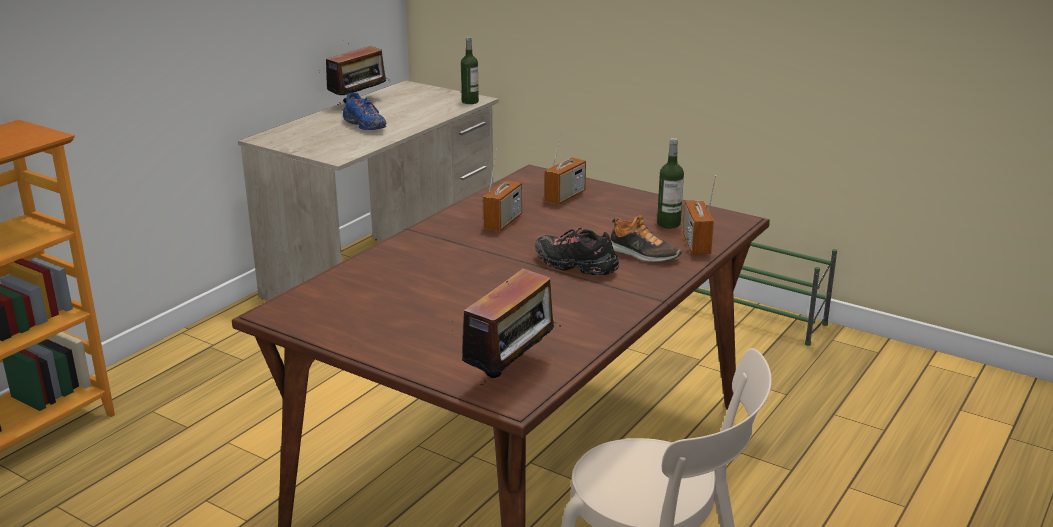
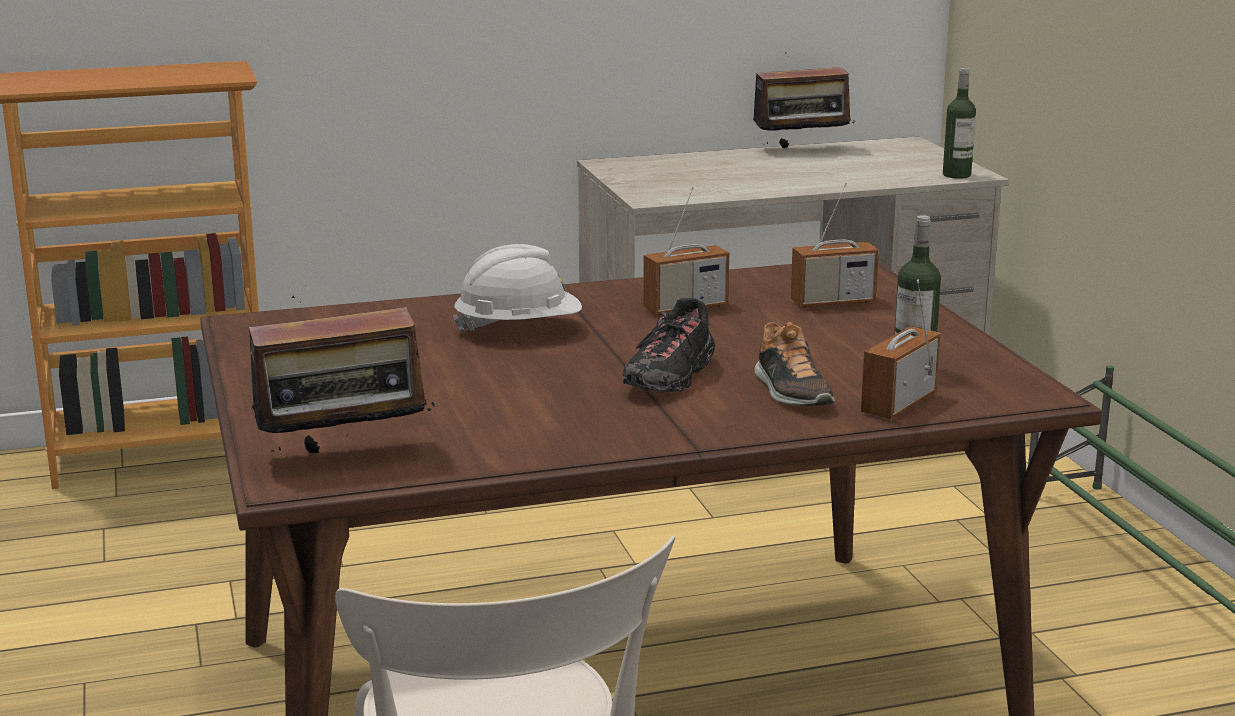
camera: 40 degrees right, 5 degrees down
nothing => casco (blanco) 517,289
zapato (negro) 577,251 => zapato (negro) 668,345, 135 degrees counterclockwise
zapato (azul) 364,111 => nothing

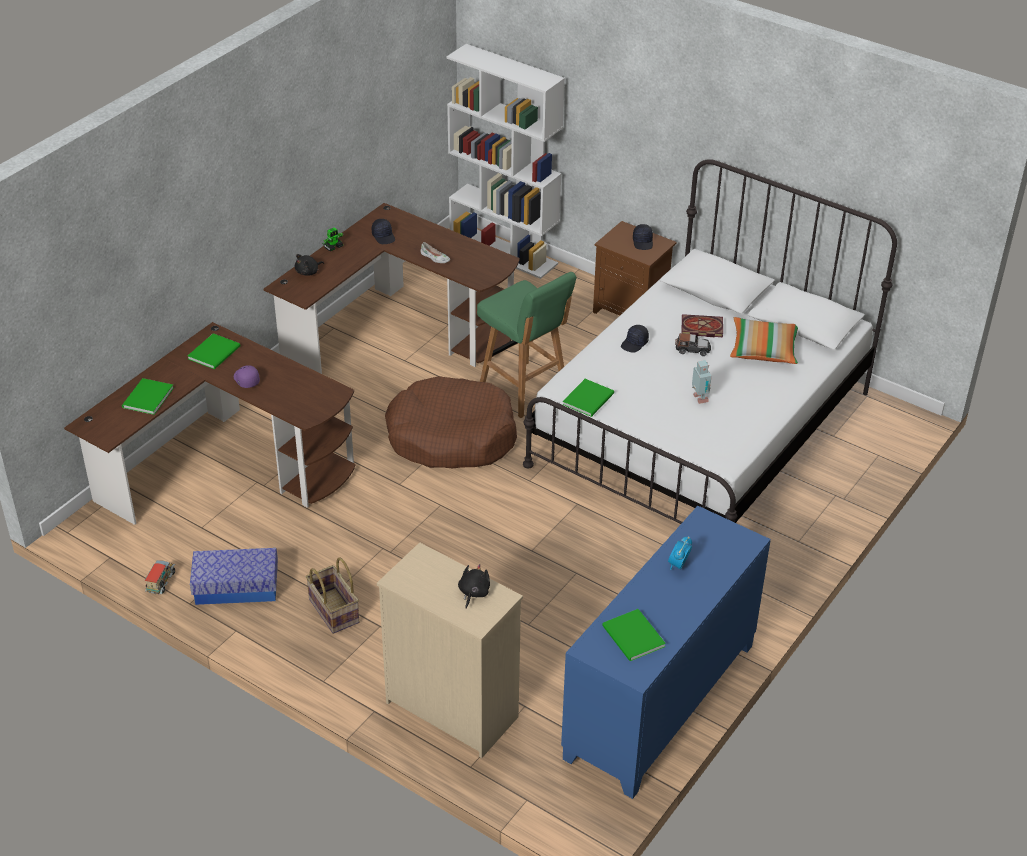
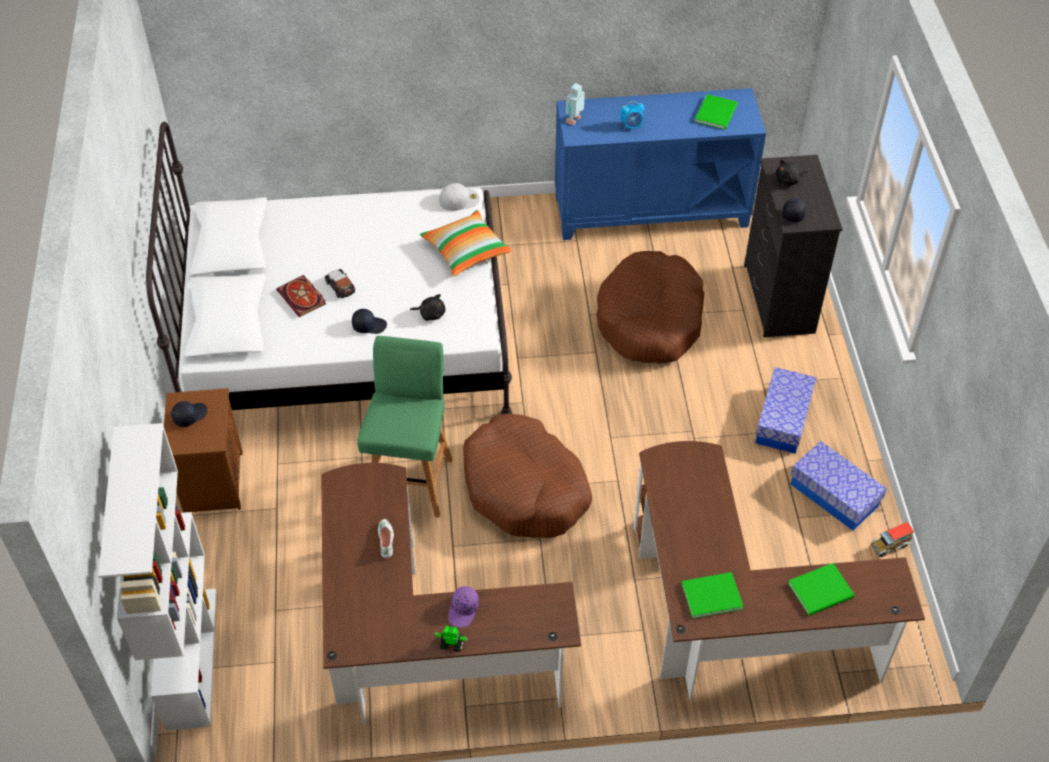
camera: 130 degrees left, 10 degrees up
peluche (negro) 309,264 => peluche (negro) 427,307, shifted
cojín 764,340 => cojín 466,243, shifted
nothing => gorra (blanco) 459,197
gorra (morado) 247,376 => gorra (morado) 463,607, shifted
robot de juguete 702,382 => robot de juguete 575,104, shifted
nothing => cama para perro (marrón) 650,307
cómoda (beis) 450,650 => cómoda (negro) 793,246
cesta 332,595 => caja de almacenaje 785,410
gorra (negro) 383,231 => gorra (negro) 794,210, shifted
libro (verde) 588,398 => nothing

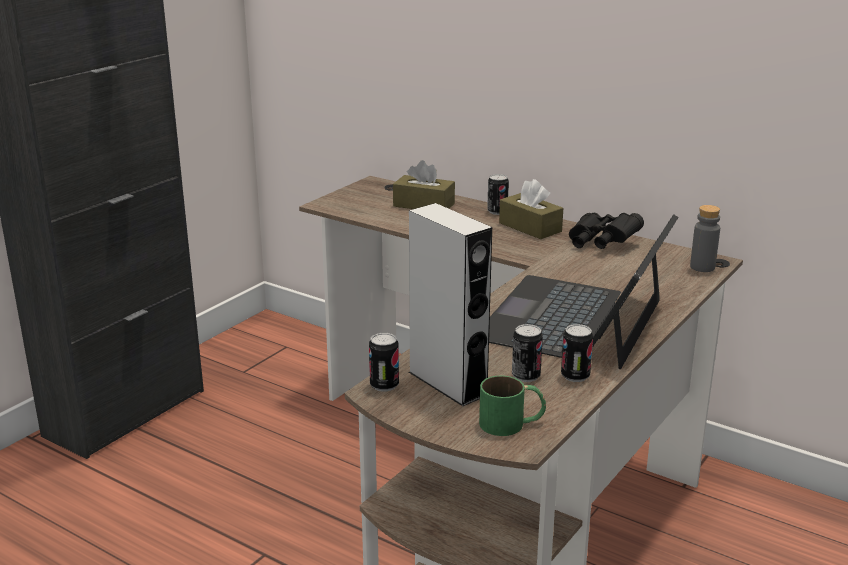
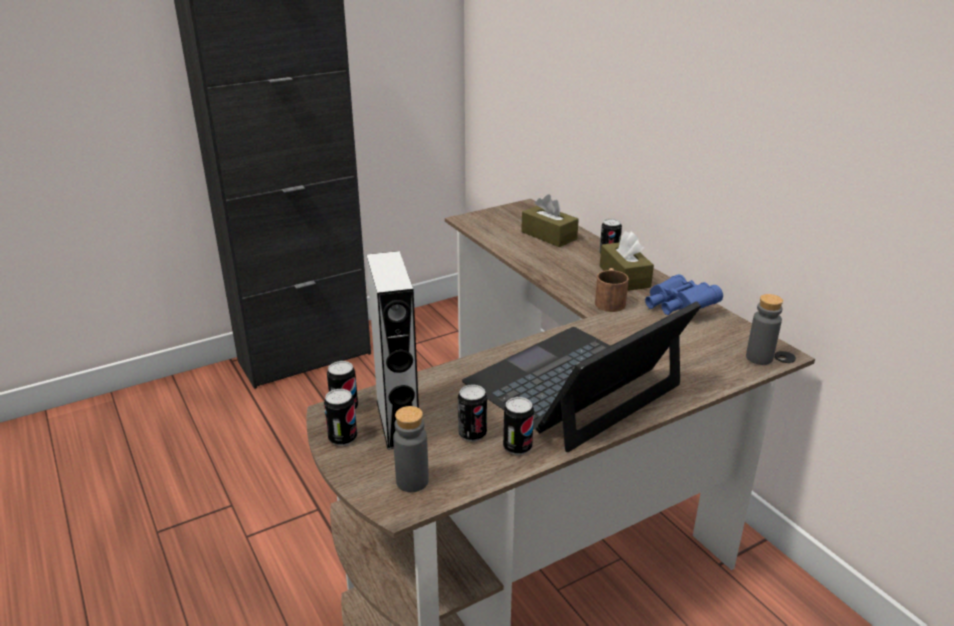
camera: 25 degrees right, 5 degrees up
nothing => lata 340,417
taza grande (verde) 512,406 => botella (gris) 411,449
nothing => taza grande (marrón) 612,290
prismáticos (negro) 606,231 => prismáticos (azul) 684,294

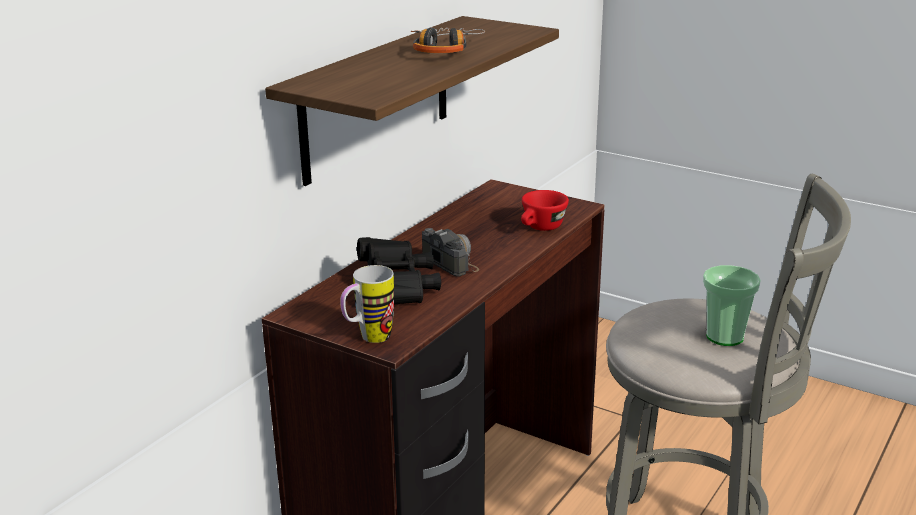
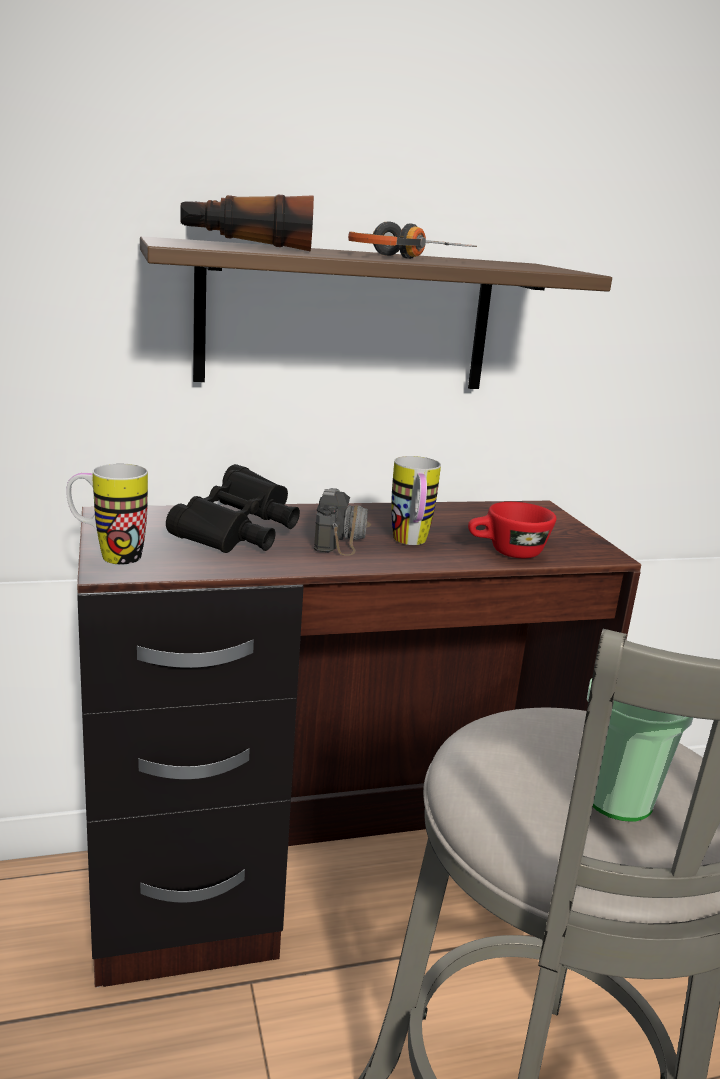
camera: 40 degrees right, 5 degrees down
nothing => prismáticos 247,223
nothing => taza grande 416,500

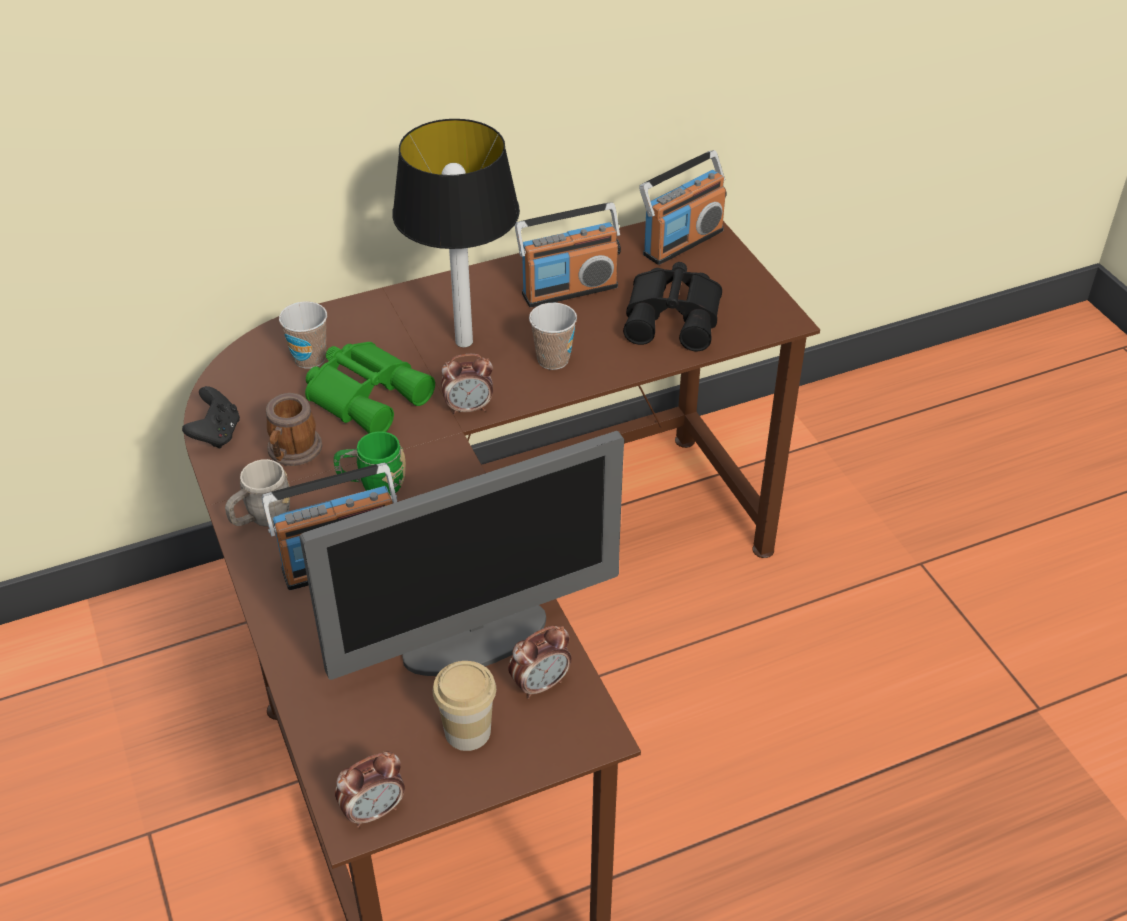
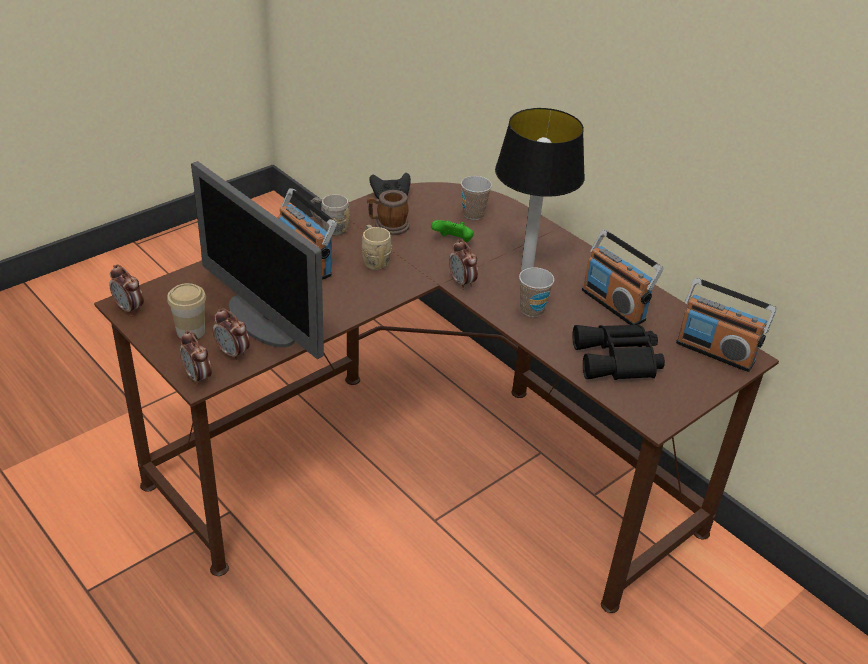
camera: 70 degrees right, 5 degrees down
nothing => despertador 196,358
taza grande (verde) 370,463 => taza grande (beis) 377,247
prismáticos (verde) 370,387 => mando de consola (verde) 452,231

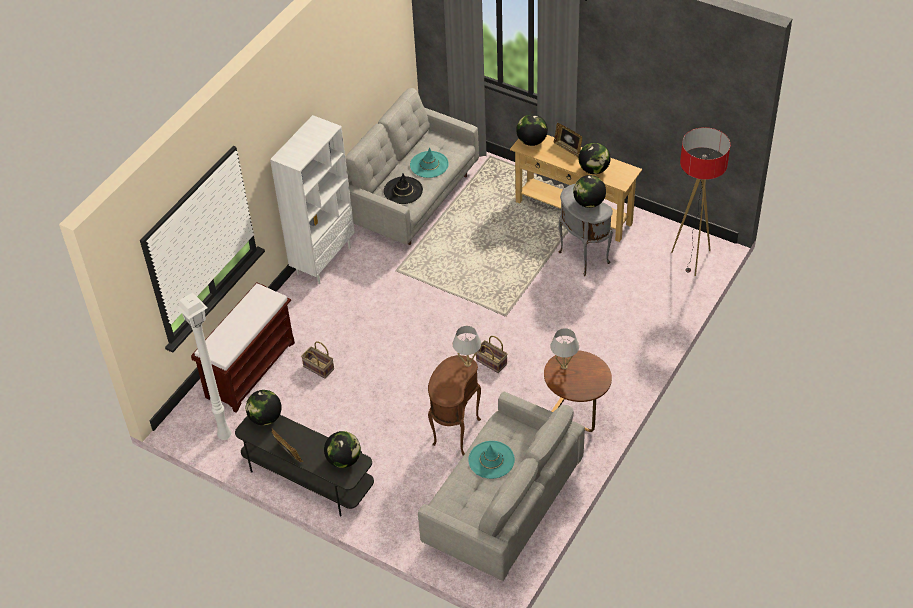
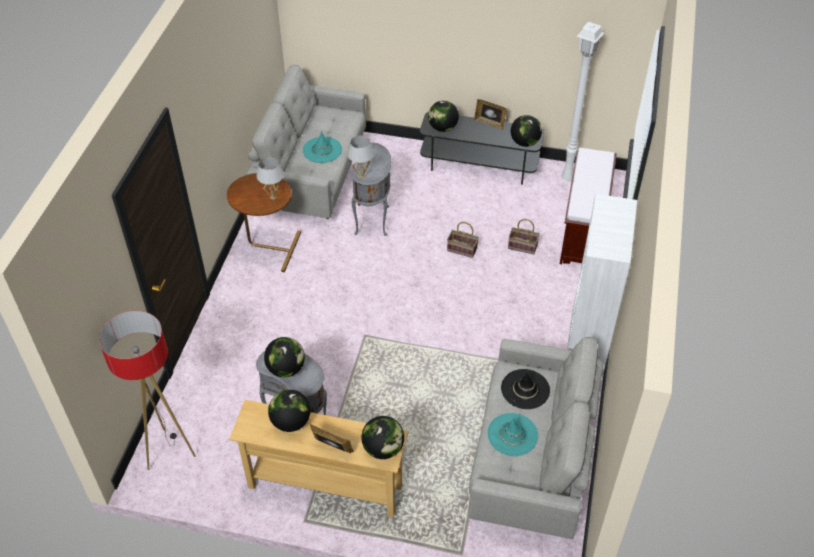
camera: 160 degrees right, 0 degrees up
mesa auxiliar (marrón) 454,405 => mesa auxiliar (gris) 372,189
cesta 492,354 => cesta 463,240, shifted

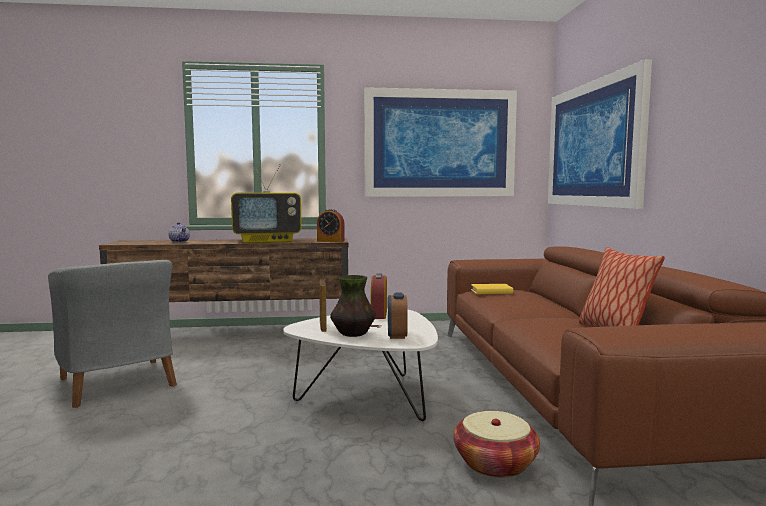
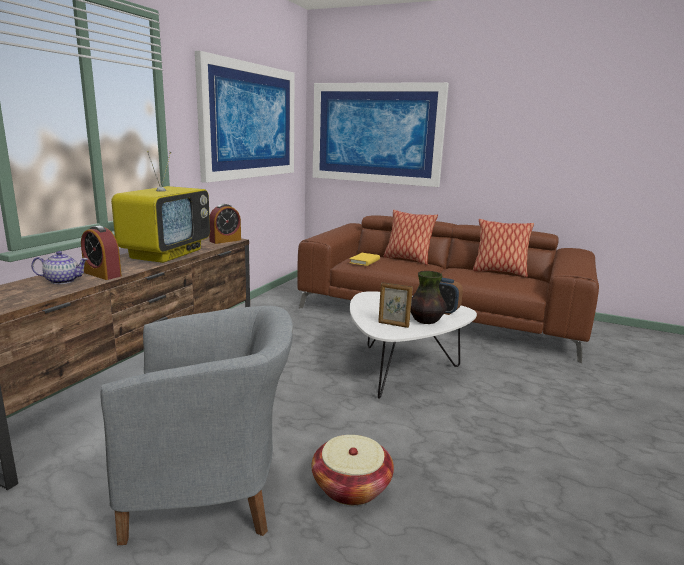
camera: 60 degrees left, 10 degrees up
despertador 379,296 => despertador 101,253, shifted
cesta 496,444 => cesta 353,470, shifted
nothing => cojín 410,237

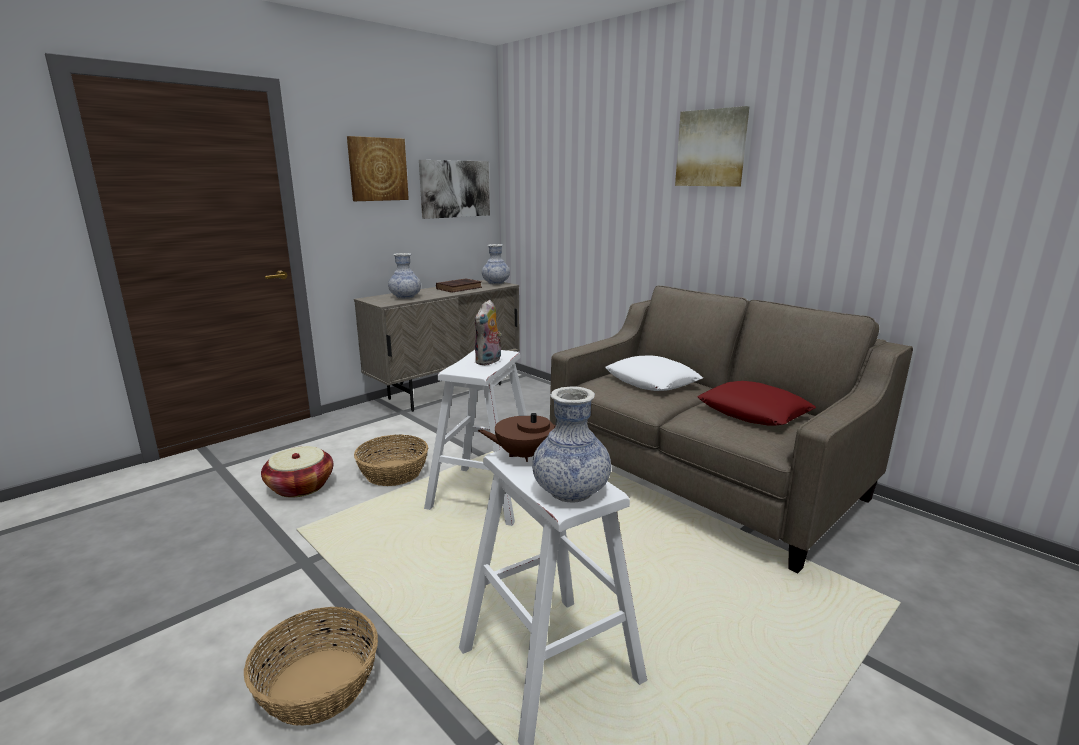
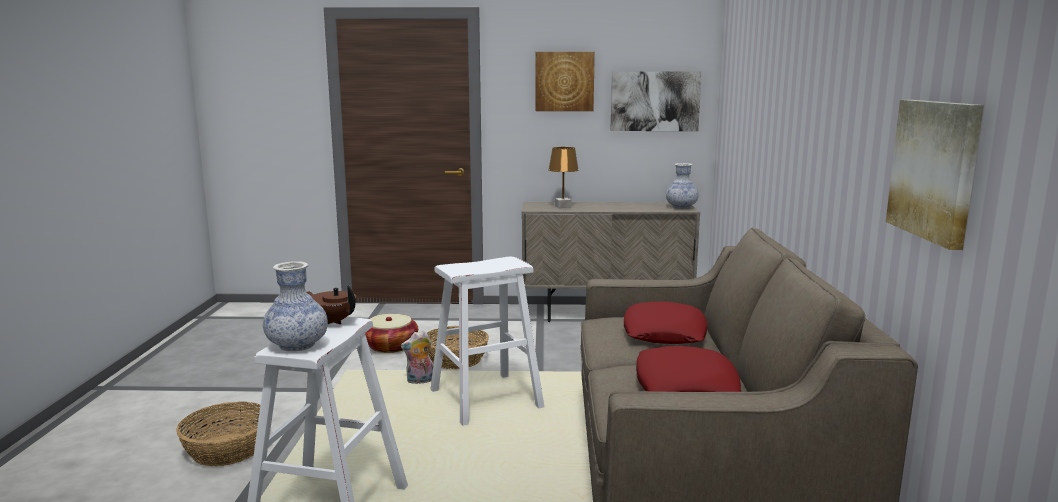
camera: 45 degrees right, 5 degrees down
peluche 488,332 => peluche 417,357, shifted
florero 404,276 => lámpara de mesa (marrón) 563,177
cojín (blanco) 654,373 => cojín (rojo) 665,322
cuadro 712,146 => cuadro 935,175, shifted
libro (marrón) 459,285 => nothing

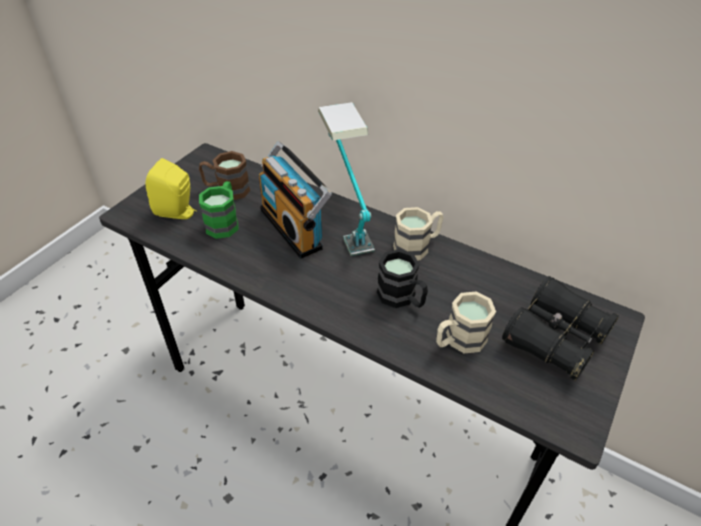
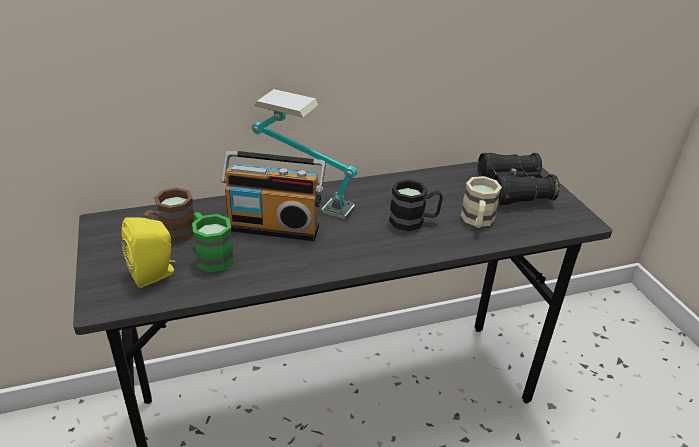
camera: 50 degrees left, 10 degrees down
taza grande (beis) 418,233 => nothing

